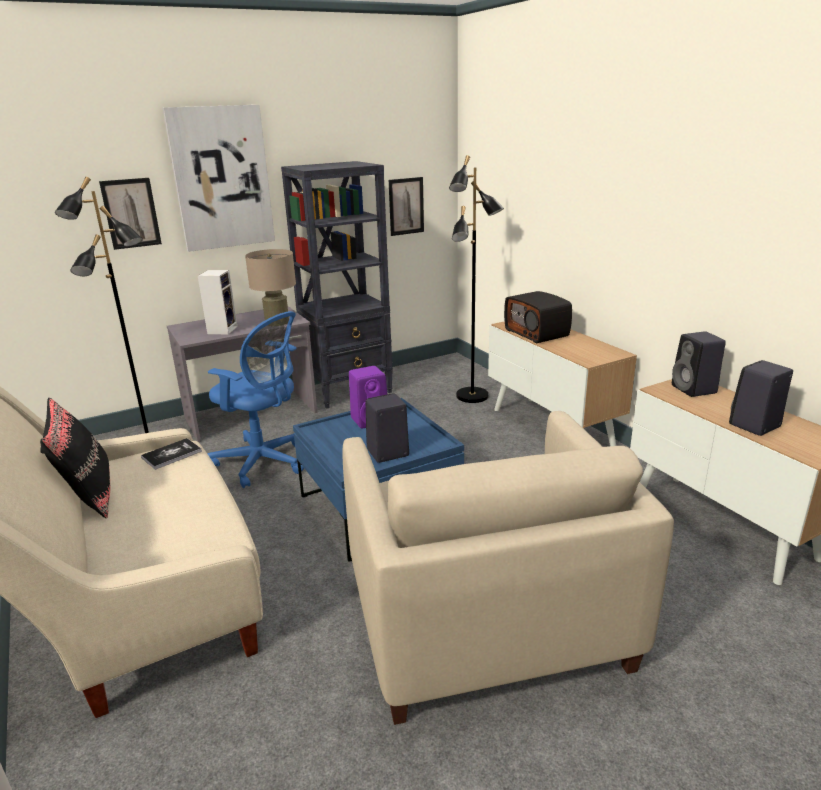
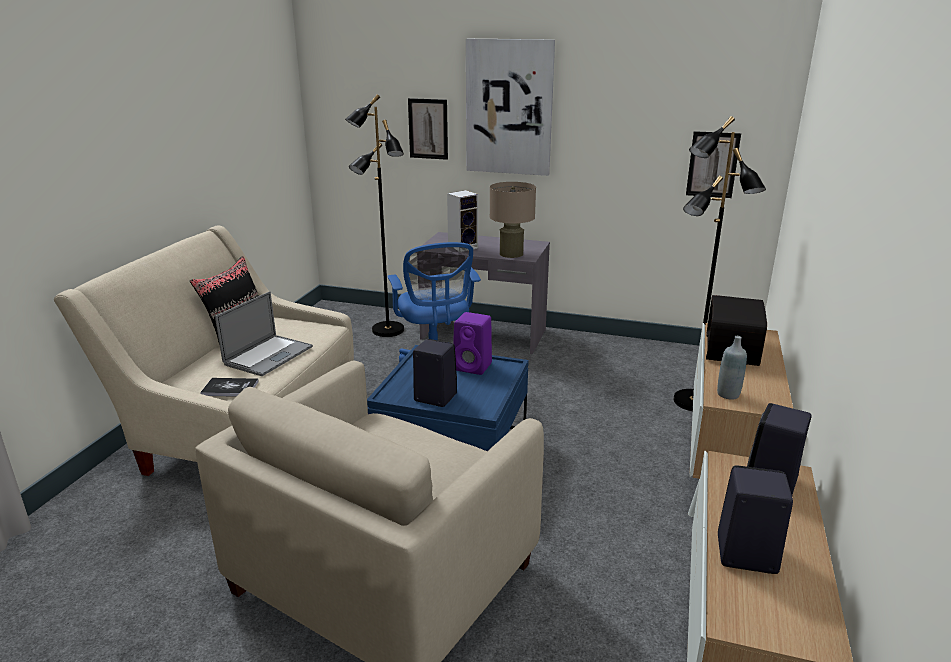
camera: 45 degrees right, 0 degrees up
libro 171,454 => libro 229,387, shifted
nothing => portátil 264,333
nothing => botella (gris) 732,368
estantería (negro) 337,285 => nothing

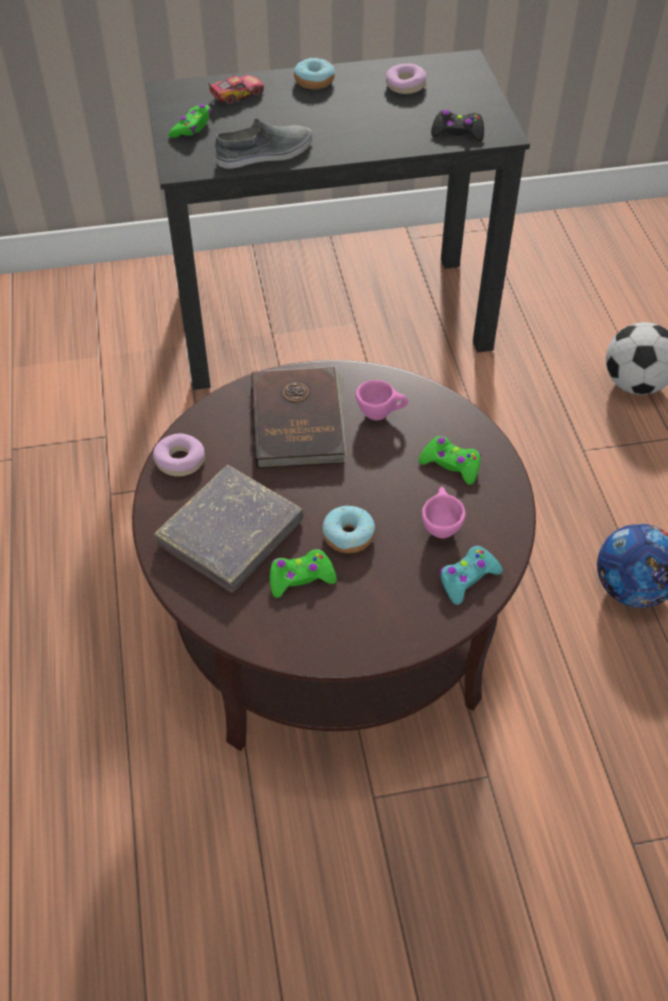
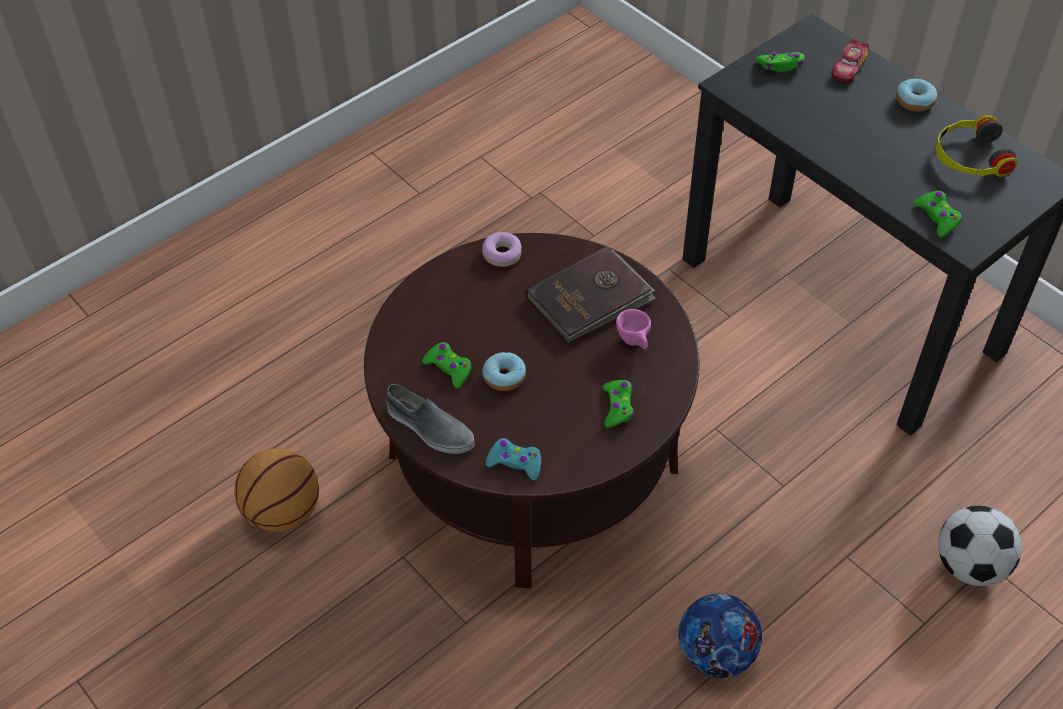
camera: 60 degrees right, 0 degrees up
nothing => balón de baloncesto 276,490
zapato (gris) 263,144 => zapato (gris) 430,419, shifted
coche de juguete 236,90 => coche de juguete 850,61, 90 degrees clockwise
mando de consola (negro) 457,125 => mando de consola (verde) 937,214
rosquilla 406,78 => auriculares 976,146
libro (gris) 228,528 => nothing
taza (rosa) 444,512 => nothing

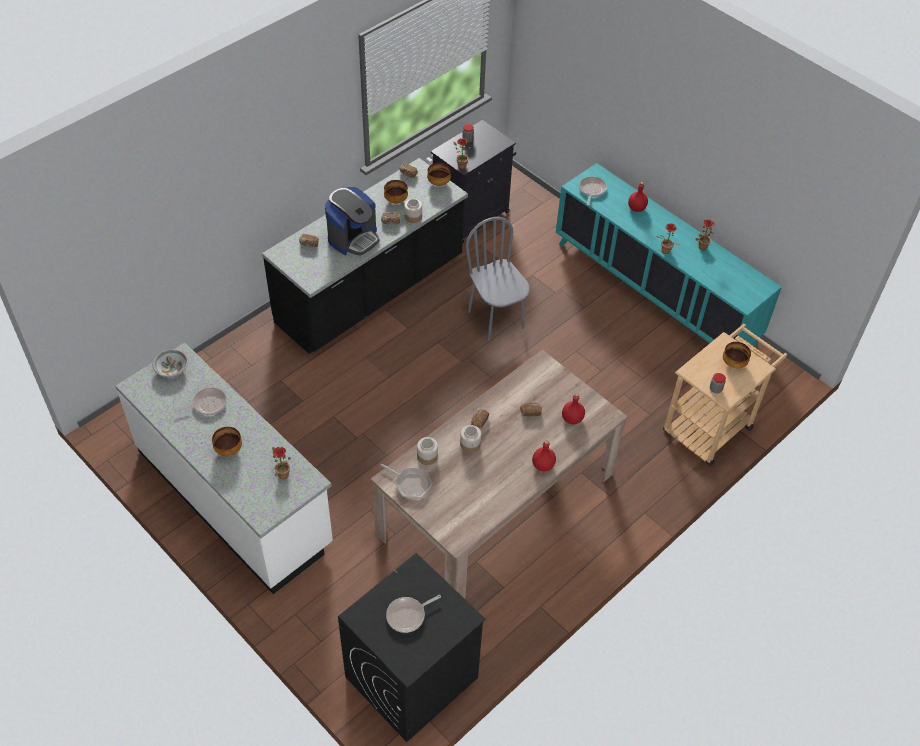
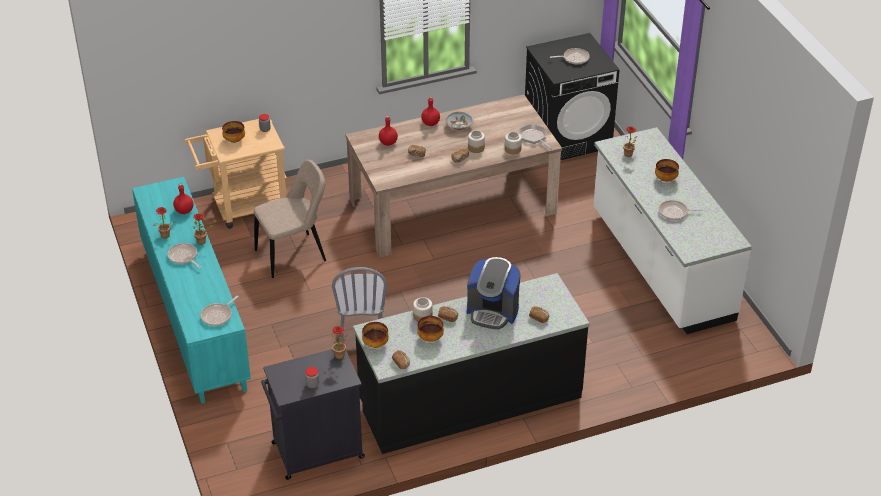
camera: 155 degrees left, 10 degrees down
nothing => sartén 184,255
botella (rojo) 638,197 => botella (rojo) 183,199, shifted
nothing => silla (beis) 290,219
cuenco 170,363 => cuenco 459,120, shifted
cafetera 352,221 => cafetera 493,293, 135 degrees counterclockwise

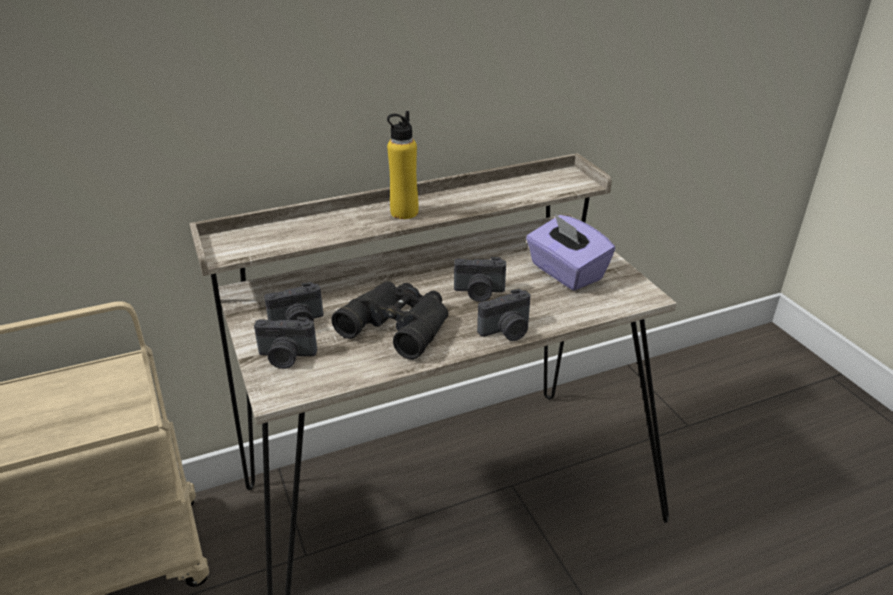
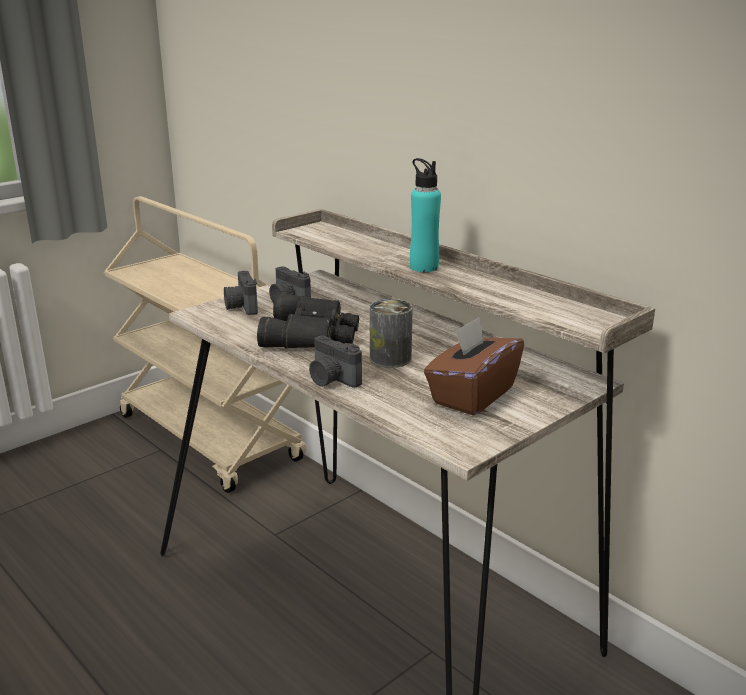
camera: 70 degrees right, 10 degrees down
cámara 480,279 => lata 391,333
botella (amarillo) 403,165 => botella (turquesa) 425,215
caja de pañuelos (morado) 570,252 => caja de pañuelos (marrón) 474,366

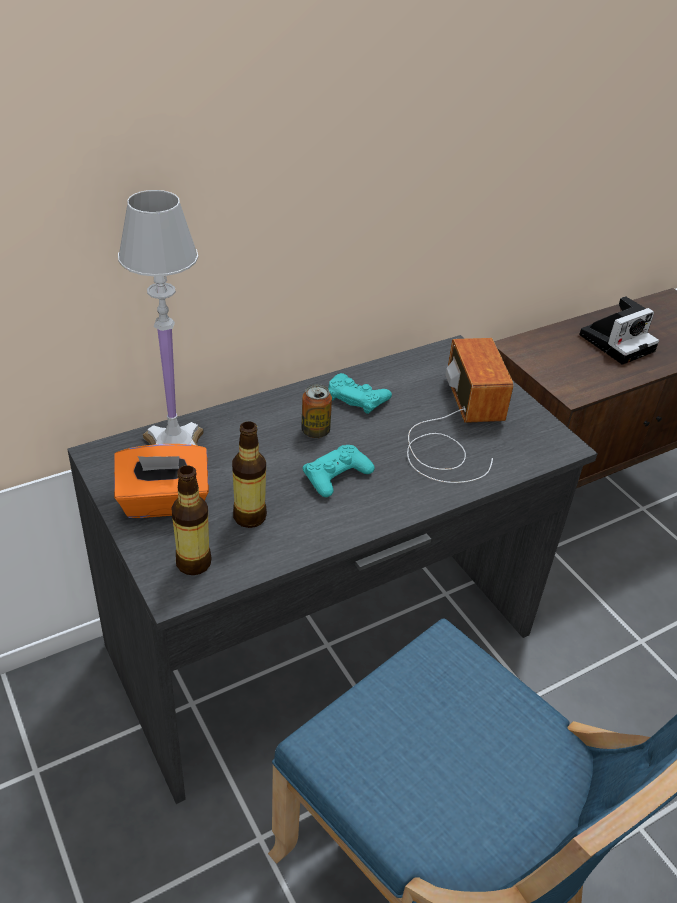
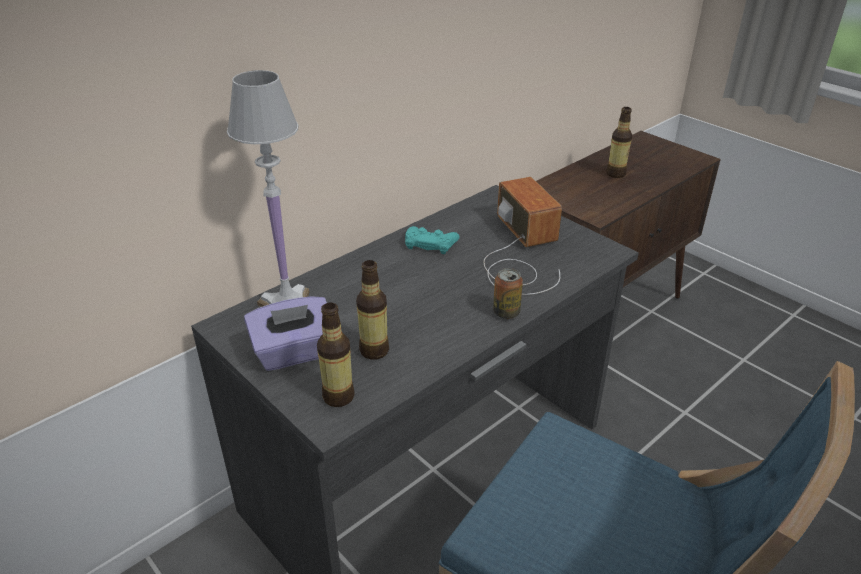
camera: 10 degrees left, 5 degrees down
caja de pañuelos (naranja) 161,481 => caja de pañuelos (morado) 285,333
lata 316,411 => lata 508,293, shifted
cámara 619,330 => botella 619,142
mando de consola (turquesa) 338,471 => nothing

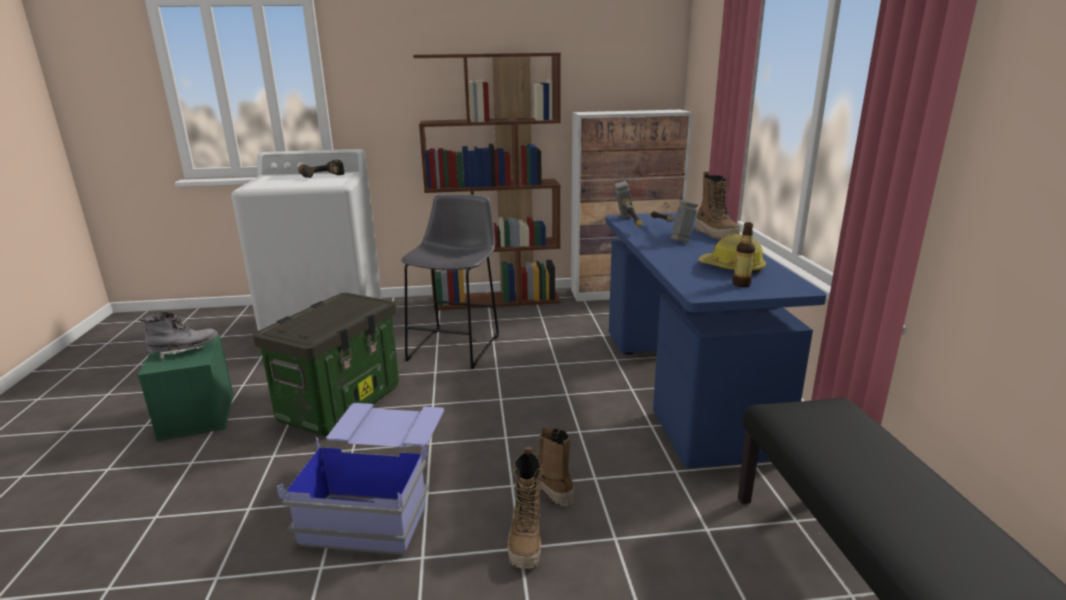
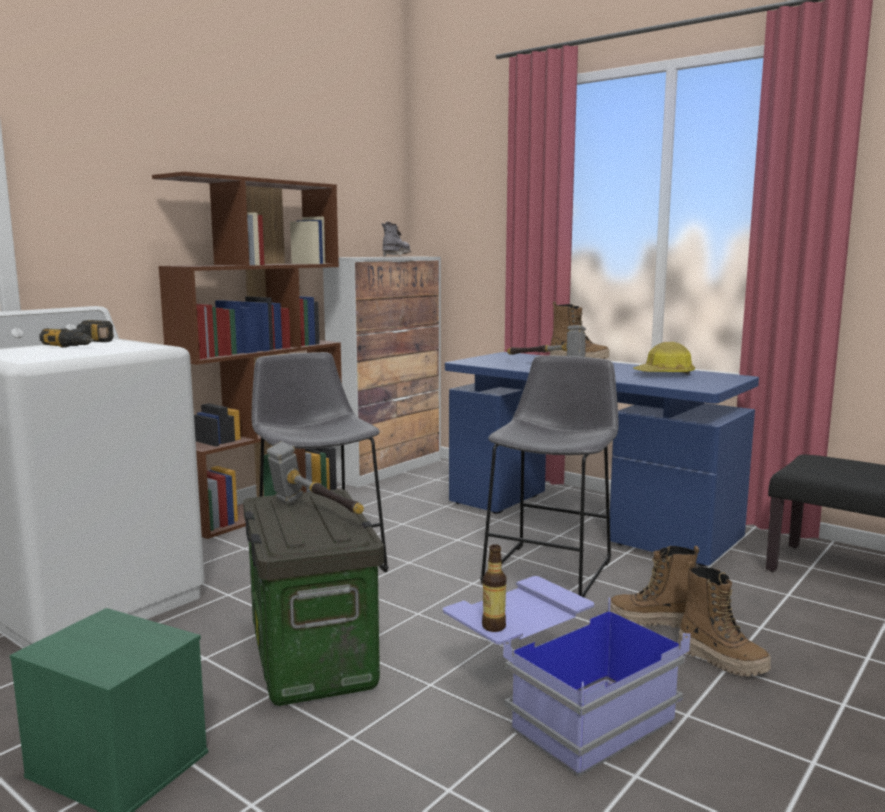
camera: 45 degrees left, 10 degrees down
martillo 628,204 => martillo 315,478, shifted
bota (gris) 178,335 => bota (gris) 396,239, shifted
nothing => taburete (gris) 549,476
botella 744,254 => botella 494,588, shifted

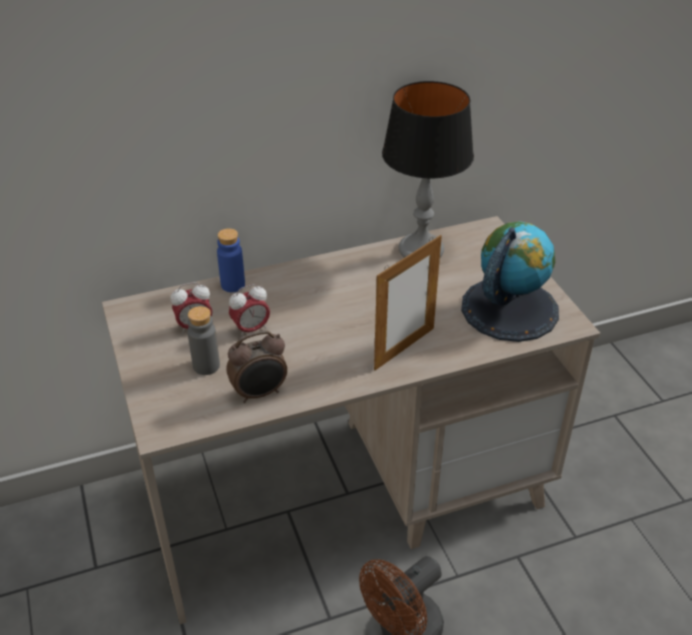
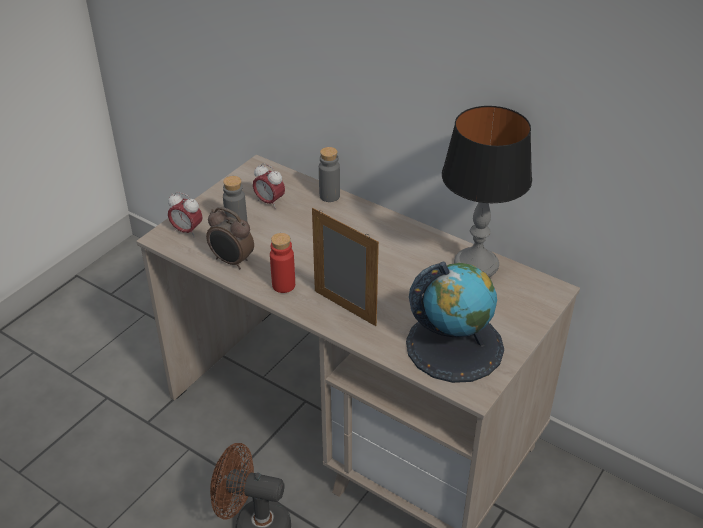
camera: 55 degrees right, 0 degrees up
despertador 249,310 => despertador 185,214, shifted
nothing => botella (rojo) 282,263
portarretratos 408,302 => portarretratos 345,267, 150 degrees counterclockwise
botella (azul) 231,260 => botella (gris) 329,174

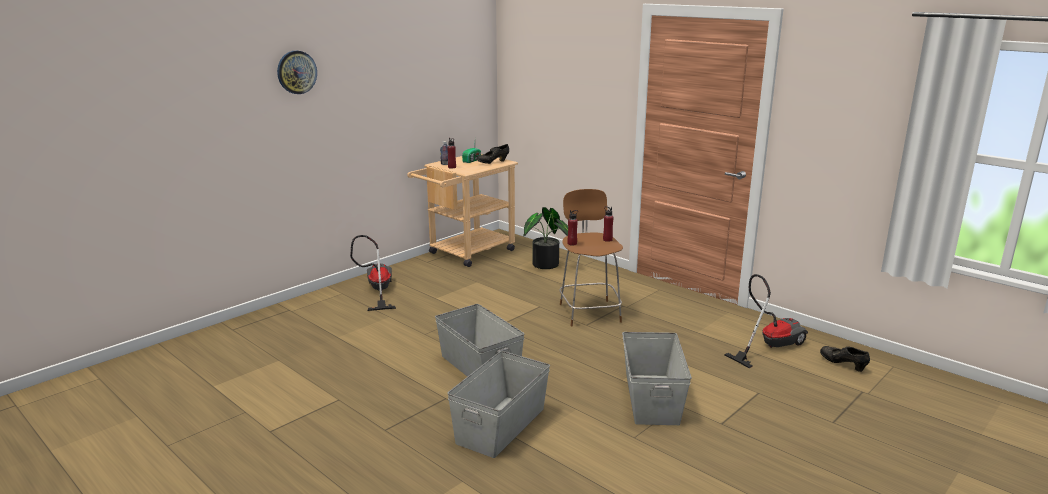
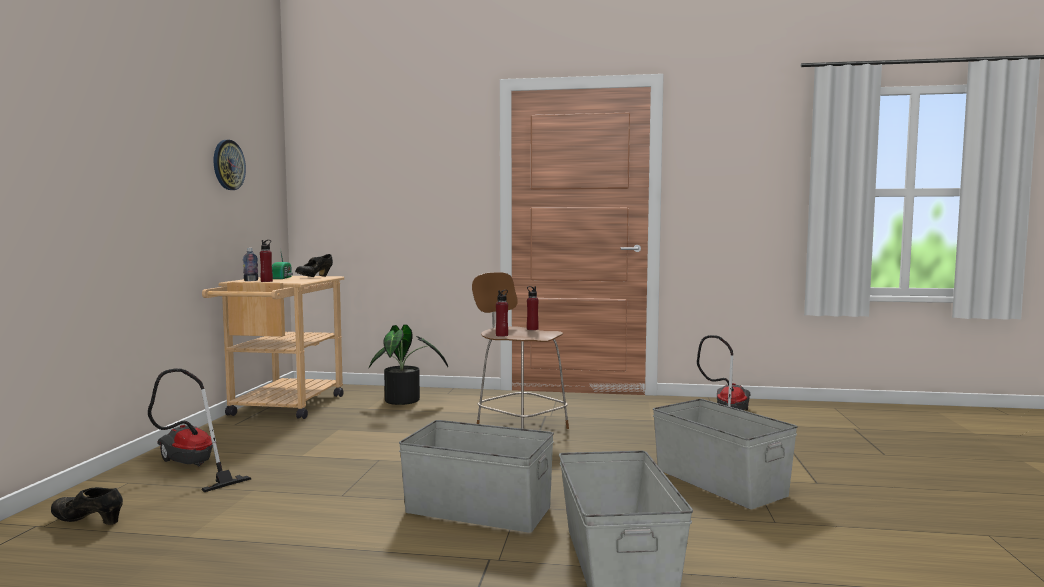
camera: 35 degrees left, 15 degrees down
zapato (negro) 845,359 => zapato (negro) 87,506, shifted
reloj de pared 297,72 => reloj de pared 230,165, shifted

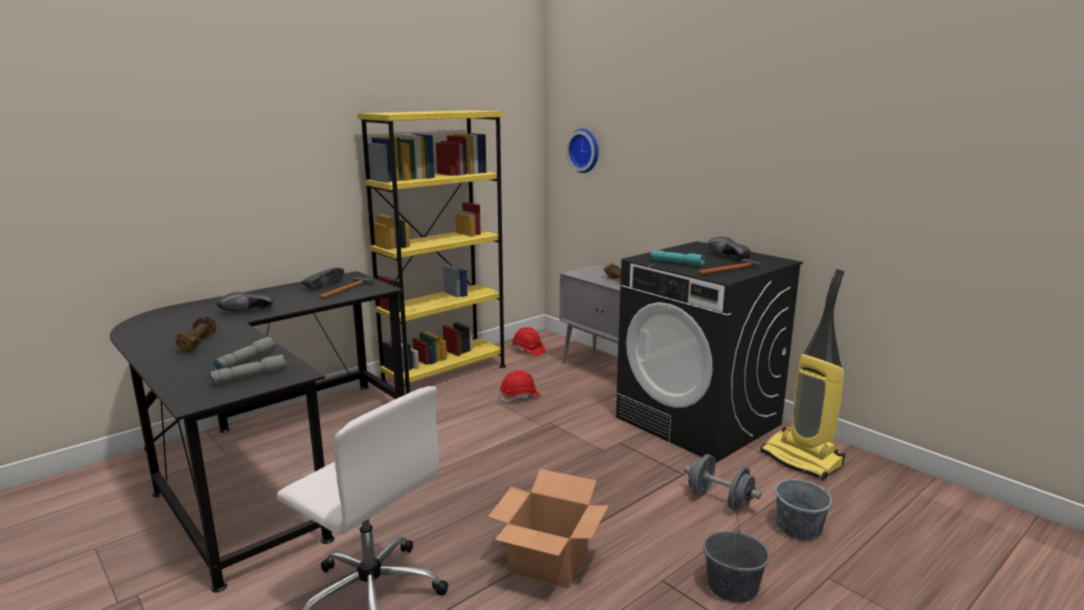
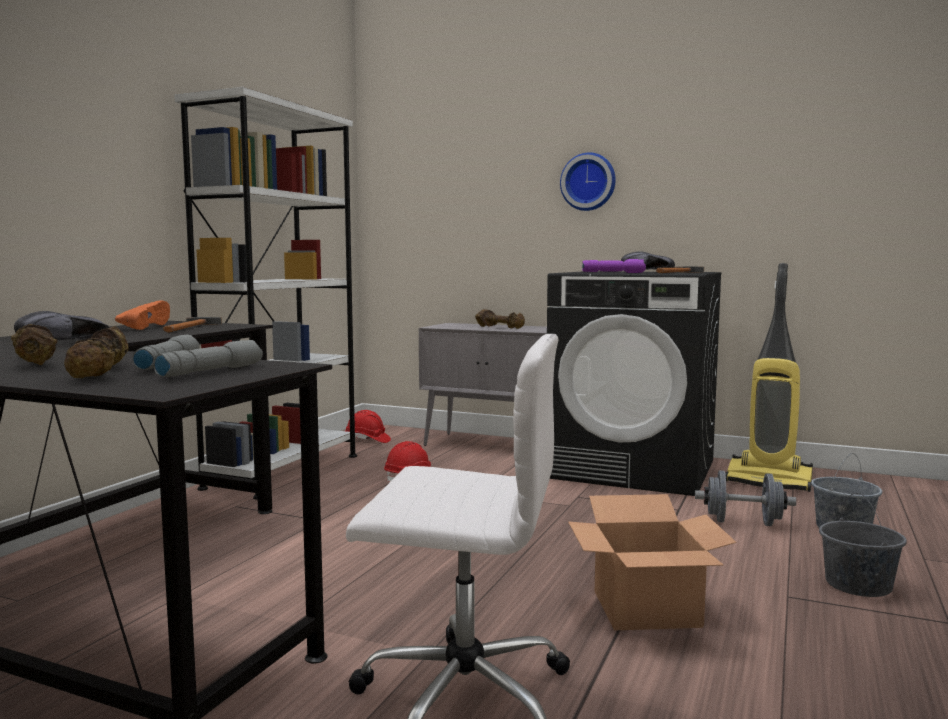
camera: 25 degrees left, 10 degrees down
nothing => mancuerna (marrón) 96,352
zapato (negro) 322,279 => zapato (naranja) 142,315
estantería (amarillo) 431,252 => estantería (blanco) 265,293
reloj de pared 582,151 => reloj de pared 588,181, shifted
linterna (turquesa) 678,258 => linterna (morado) 614,266

